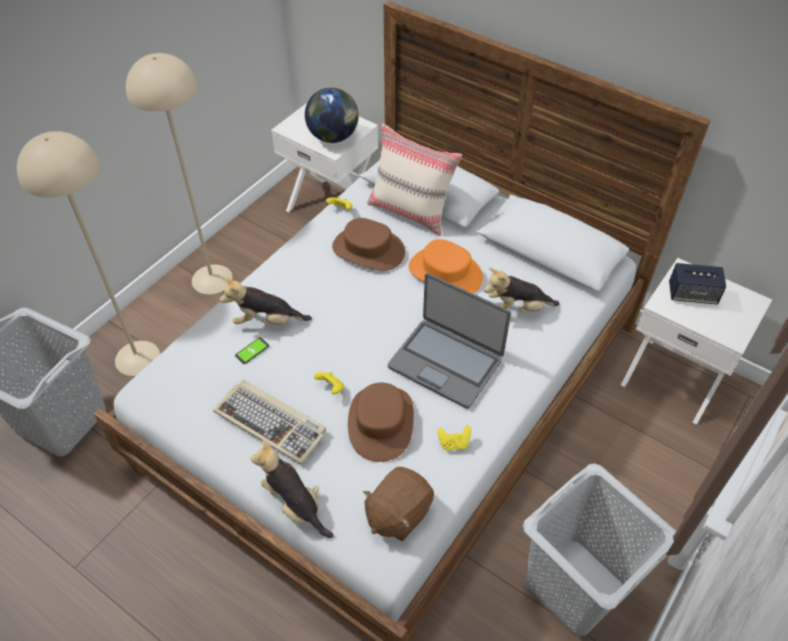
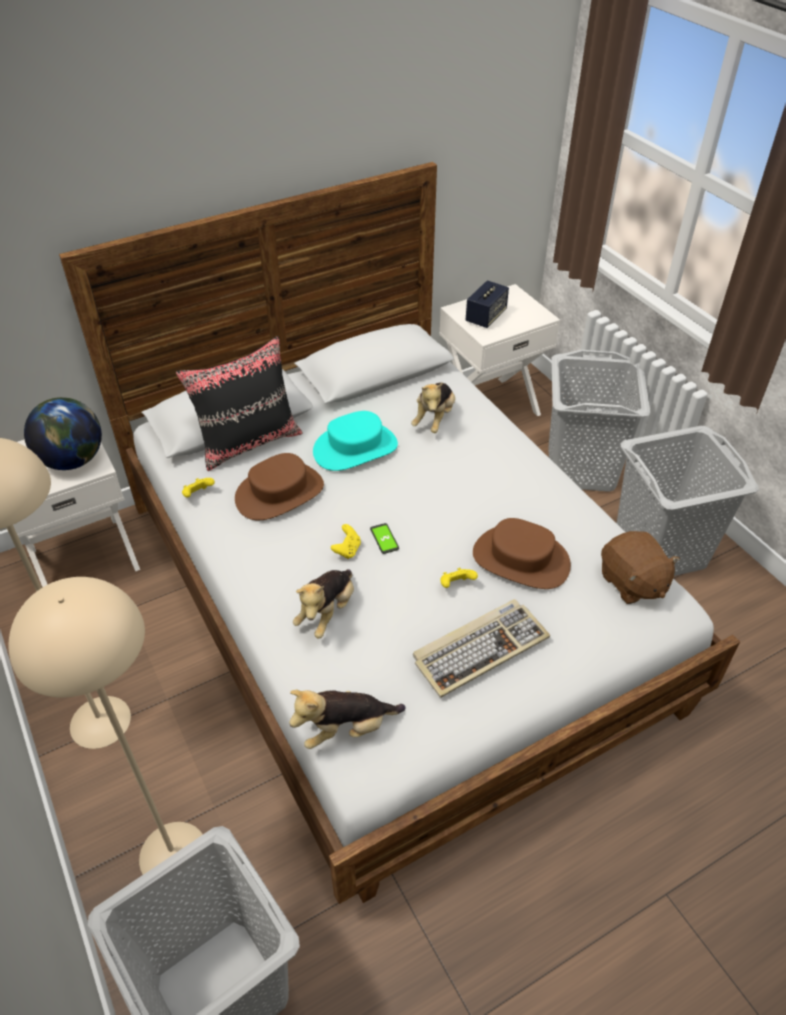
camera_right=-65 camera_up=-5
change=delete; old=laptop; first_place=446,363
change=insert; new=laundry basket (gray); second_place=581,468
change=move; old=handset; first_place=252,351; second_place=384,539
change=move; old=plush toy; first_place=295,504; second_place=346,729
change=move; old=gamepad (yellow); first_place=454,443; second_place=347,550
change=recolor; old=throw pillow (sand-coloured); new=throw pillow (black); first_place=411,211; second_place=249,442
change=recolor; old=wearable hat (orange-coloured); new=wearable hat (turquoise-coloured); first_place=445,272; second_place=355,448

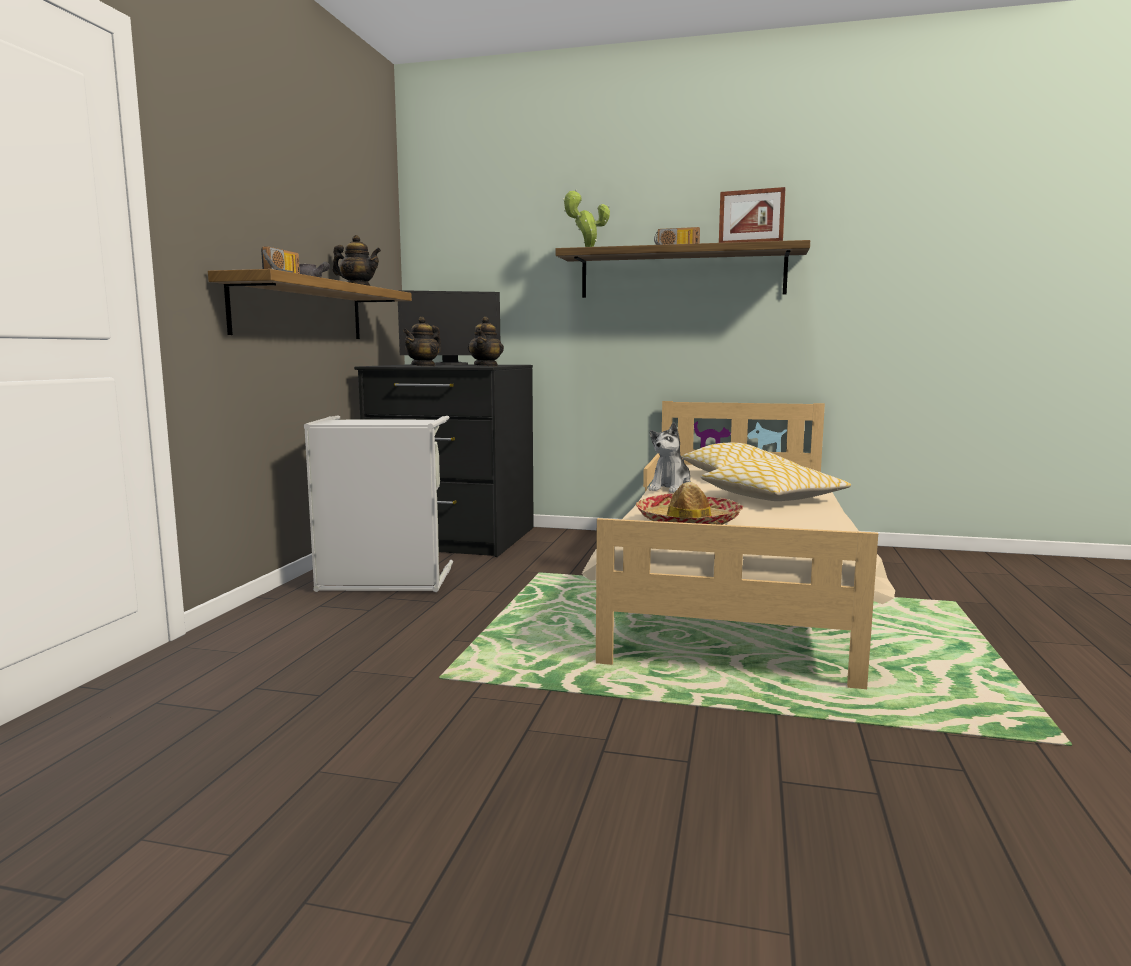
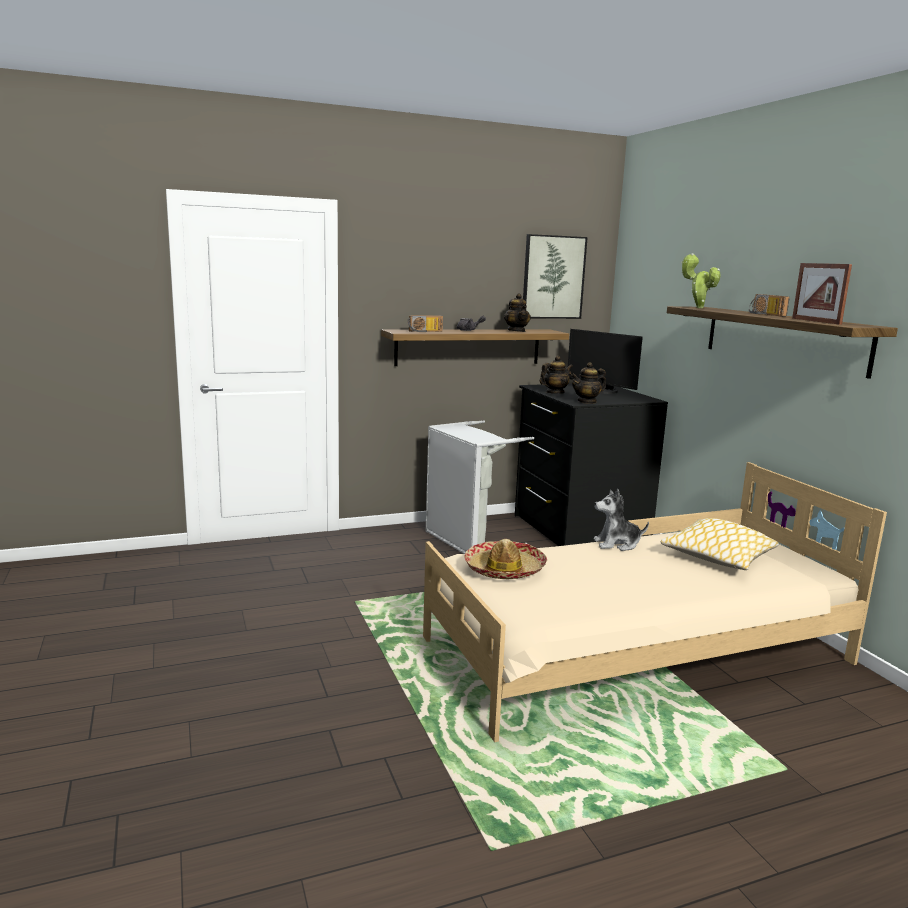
camera_right=55 camera_up=5
change=delete; old=throw pillow; first_place=773,498
change=insert; new=picture; second_place=553,277
change=rotate; old=teapot; first_place=423,366; second_place=554,393; degrees=150

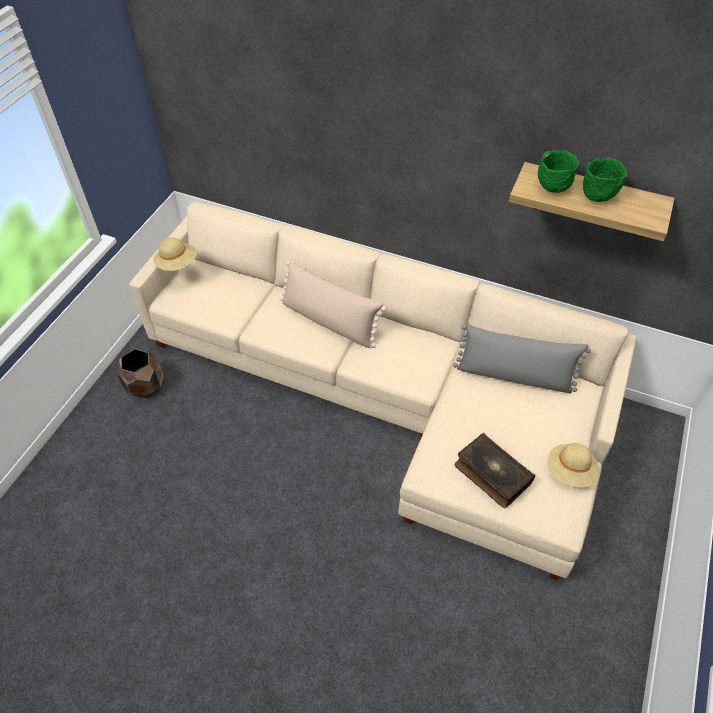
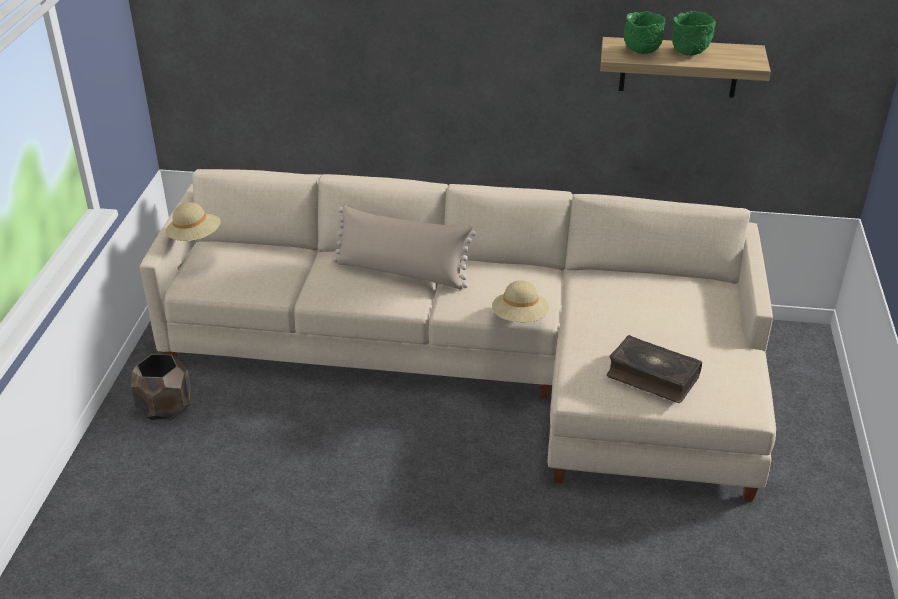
camera_right=-15 camera_up=-15
change=delete; old=throw pillow (gray); first_place=514,375
change=move; old=wearable hat (sand-coloured); first_place=570,472; second_place=520,318

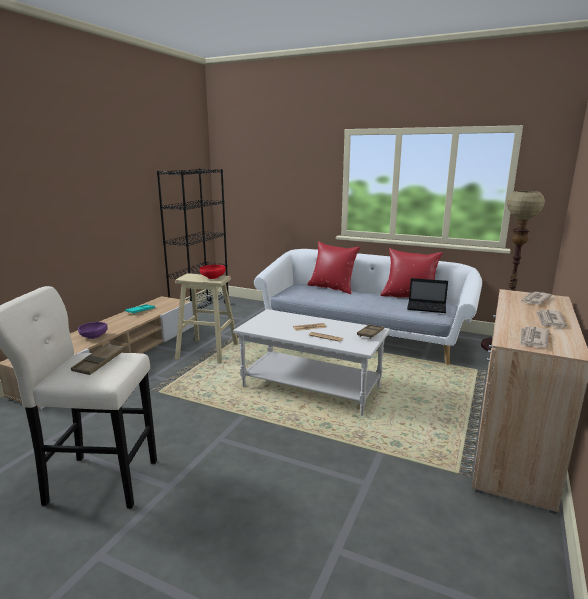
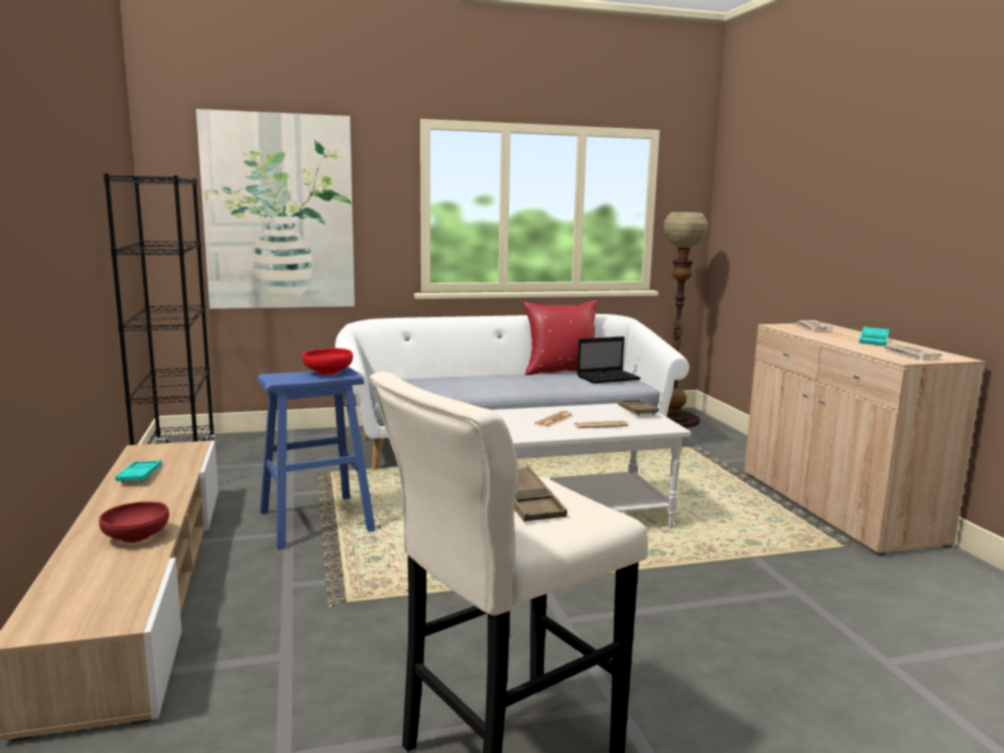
camera_right=-40 camera_up=-5
change=delete; old=throw pillow (reddish); first_place=332,288
change=insert; new=picture; second_place=279,212
change=replace; old=daily paper; new=tray (turquoise-coloured); first_place=549,320; second_place=873,340
change=recolor; old=deep dish (purple-coloured); new=deep dish (reddish); first_place=94,336; second_place=136,537
change=recolor; old=sitting stool (sand-coloured); new=sitting stool (blue); first_place=208,351; second_place=316,521

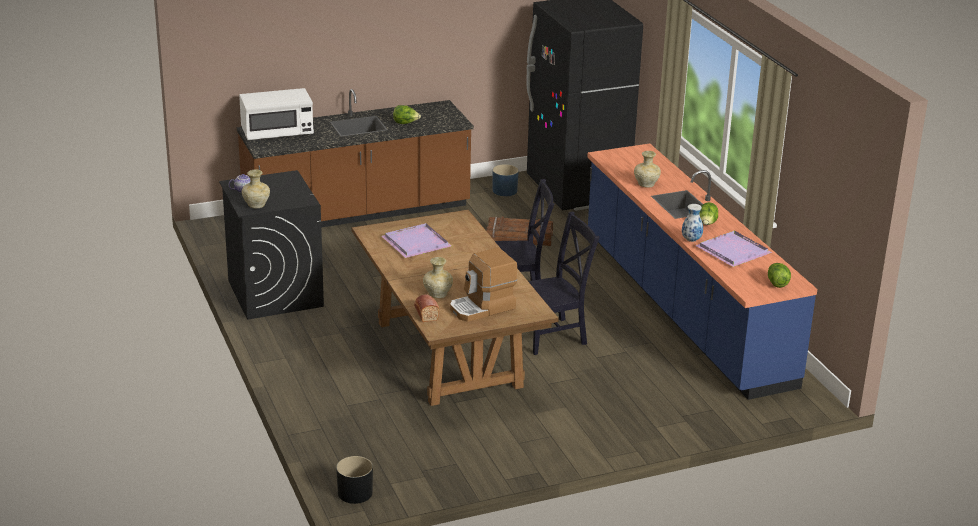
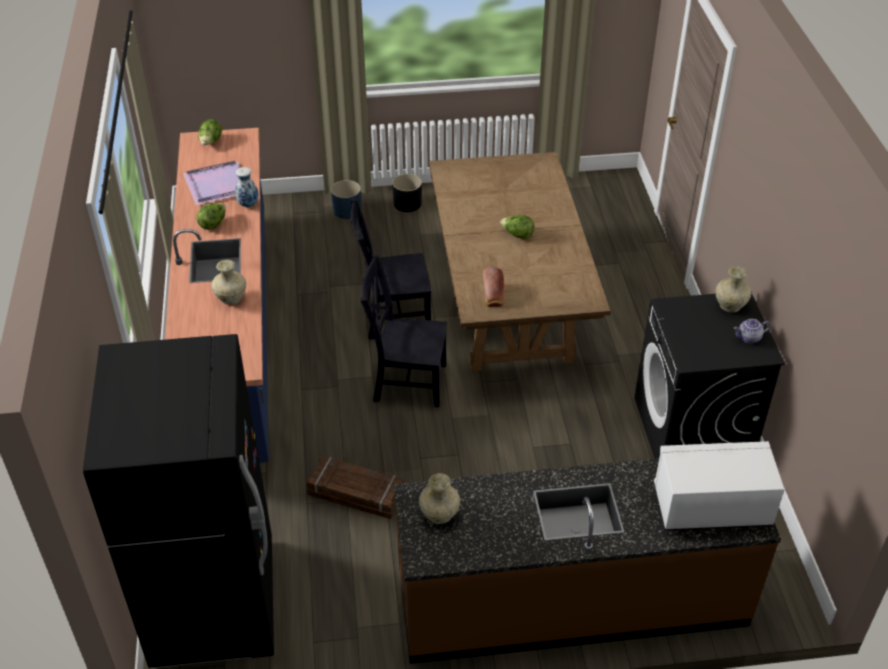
camera_right=-165 camera_up=15
change=delete; old=tray (purple-coloured); first_place=417,243
change=delete; old=coffee machine; first_place=482,308
change=move; old=flower pot (black); first_place=355,493; second_place=407,203
change=move; old=lettuce head; first_place=405,123; second_place=517,235
change=move; old=bread; first_place=425,313; second_place=493,295
change=move; old=decorative vase (sand-coloured); first_place=438,295; second_place=439,514
change=move; old=flower pot (blue); first_place=504,191; second_place=347,210

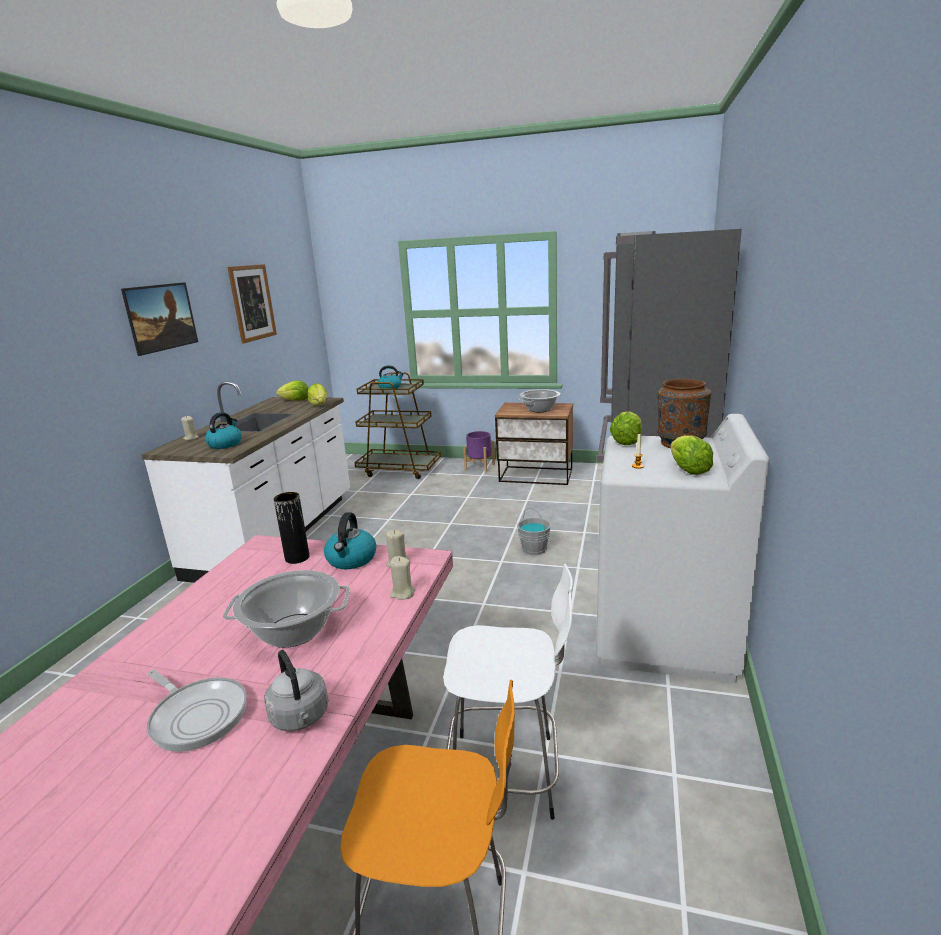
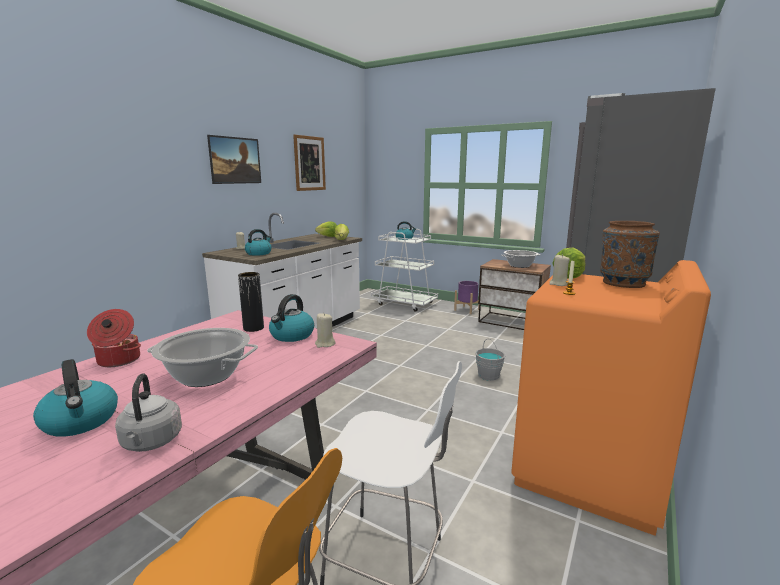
camera_right=15 camera_up=-5
change=delete; old=lettuce head; first_place=687,470
change=insert; new=saucepot; second_place=118,361
change=move; old=wax candle (sand-coloured); first_place=402,593; second_place=558,284
change=replace; old=frying pan; new=kettle; first_place=197,715; second_place=81,422
change=recolor; old=trolley (brown-coloured); new=trolley (white-coloured); first_place=399,470; second_place=404,303
change=recolor; old=laundry machine (white-coloured); new=laundry machine (orange-coloured); first_place=664,635; second_place=588,471

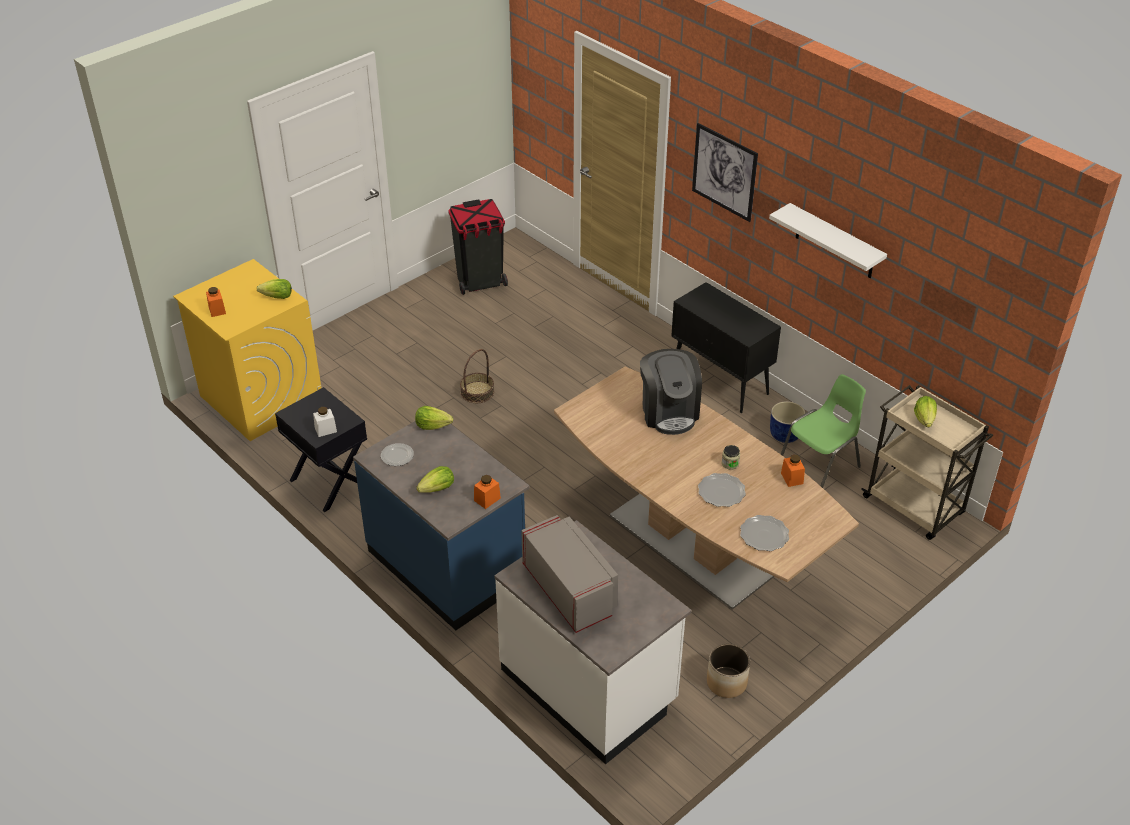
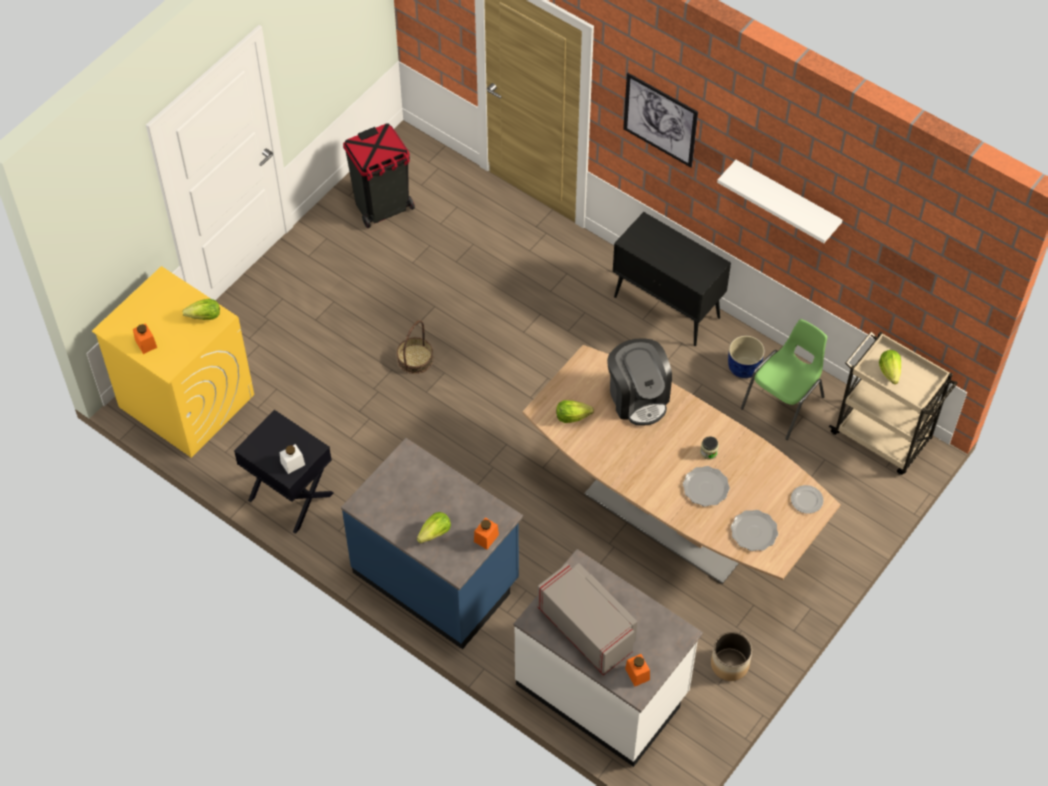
camera_right=-10 camera_up=15
change=move; old=dinner plate; first_place=397,456; second_place=806,500
change=move; old=lettuce head; first_place=432,426; second_place=572,416
change=move; old=storage jar (orange-coloured); first_place=792,478; second_place=637,674

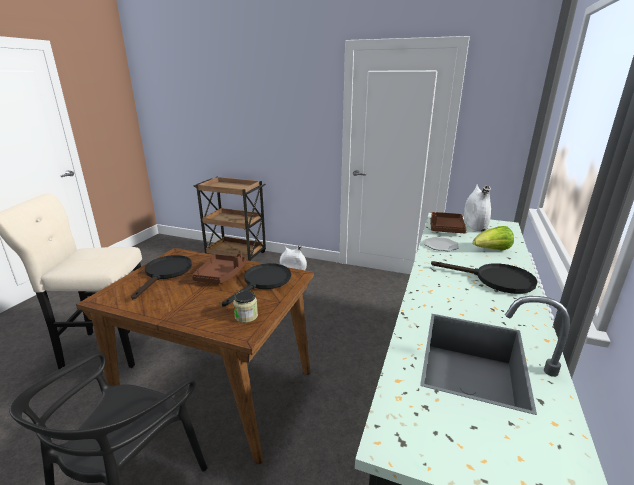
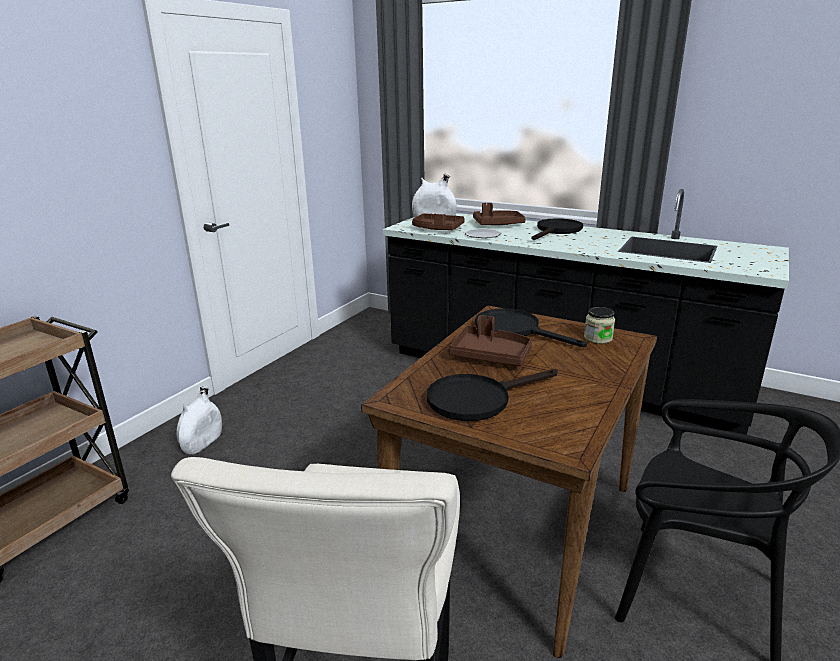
camera_right=-80 camera_up=0
change=replace; old=lettuce head; new=tray (brown-coloured); first_place=491,250; second_place=497,224
change=rotate; old=frying pan (black); first_place=166,273; second_place=478,399; degrees=-45

